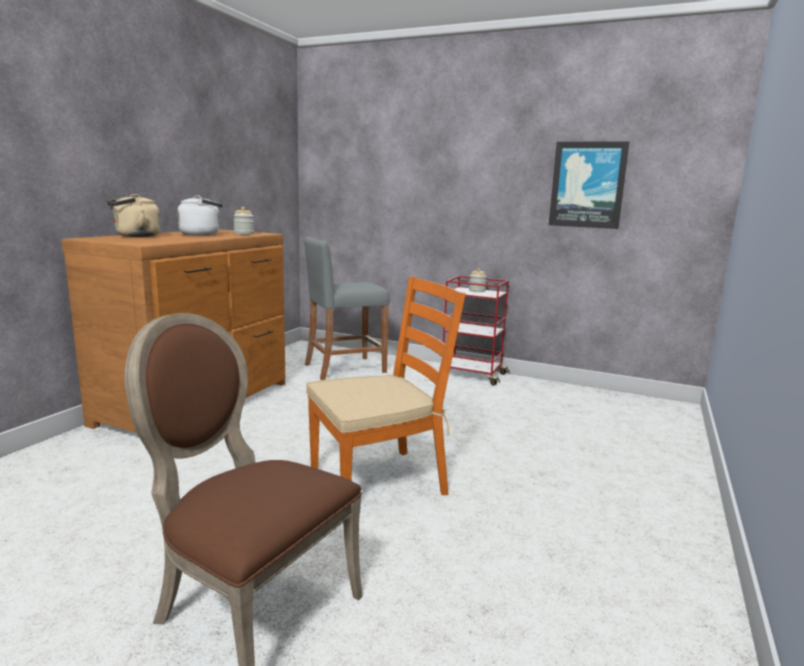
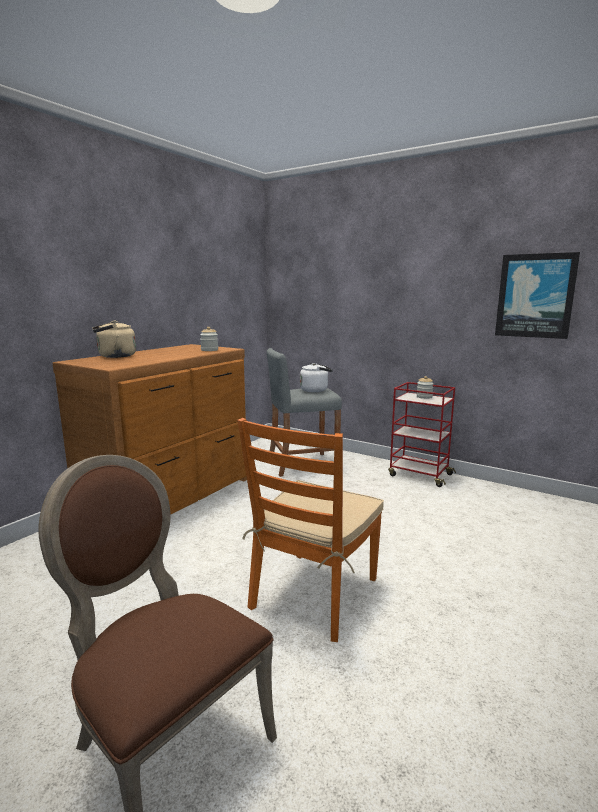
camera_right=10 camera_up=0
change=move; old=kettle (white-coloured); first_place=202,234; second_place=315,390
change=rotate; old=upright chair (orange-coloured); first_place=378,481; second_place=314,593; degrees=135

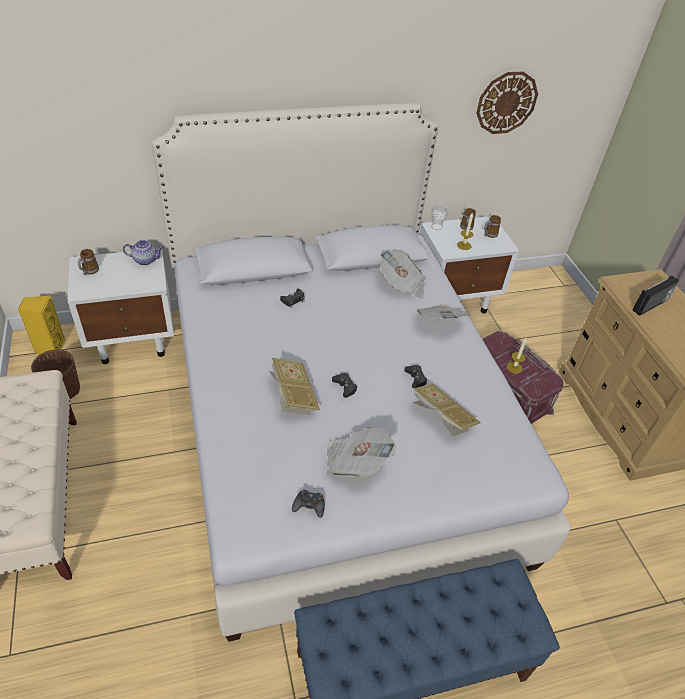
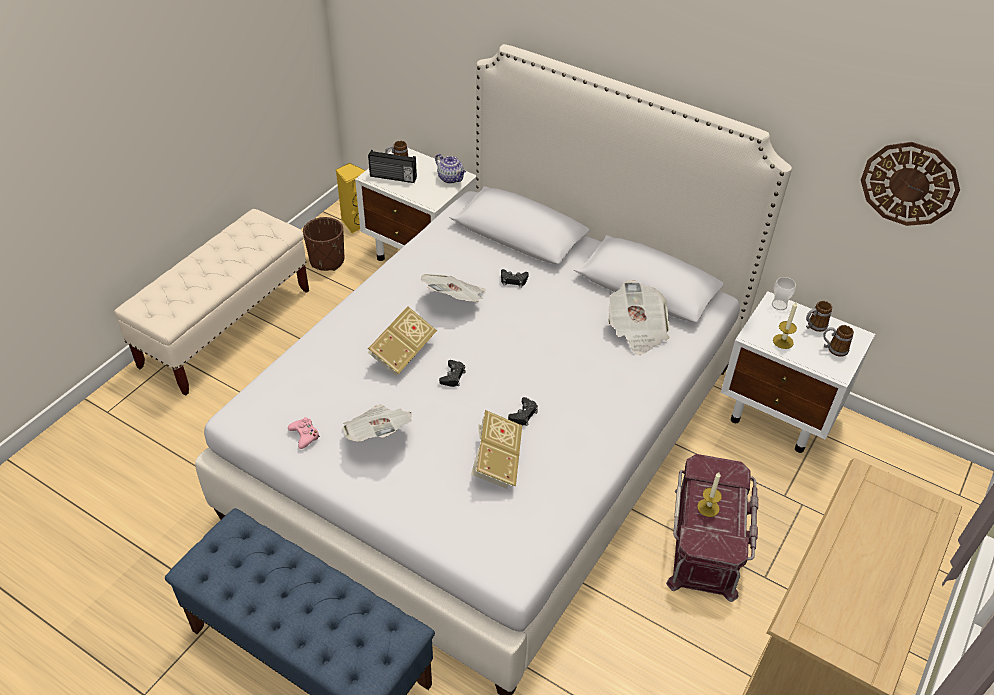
camera_right=50 camera_up=0
change=move; old=daily paper; first_place=439,322; second_place=455,300
change=move; old=radio receiver; first_place=651,305; second_place=393,177
change=recolor; old=gamepad (black); new=gamepad (pink); first_place=309,506; second_place=304,435

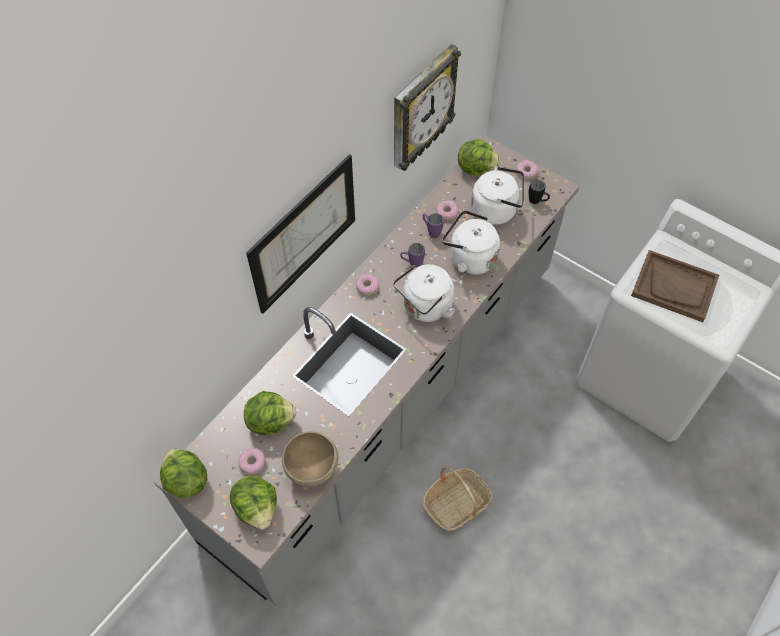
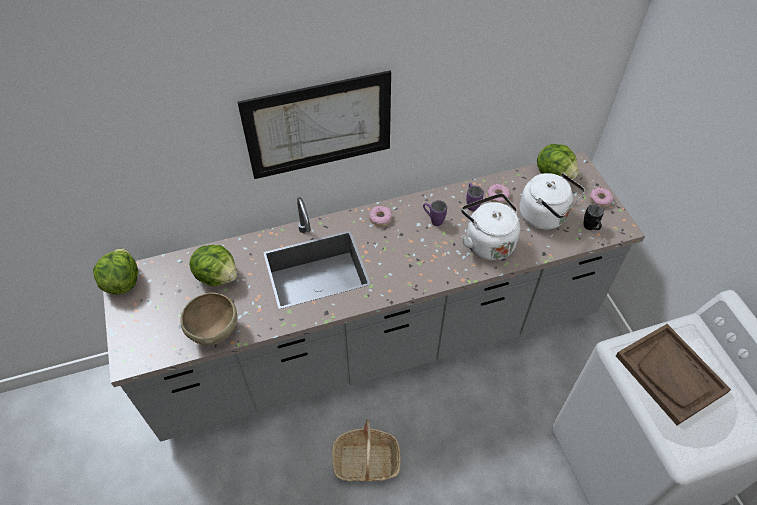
camera_right=35 camera_up=-5
change=delete; old=lettuce head; first_place=257,508
change=delete; old=ring doughnut; first_place=252,462
change=delete; old=kettle (white-coloured); first_place=425,307
change=delete; old=hanging clock; first_place=421,110

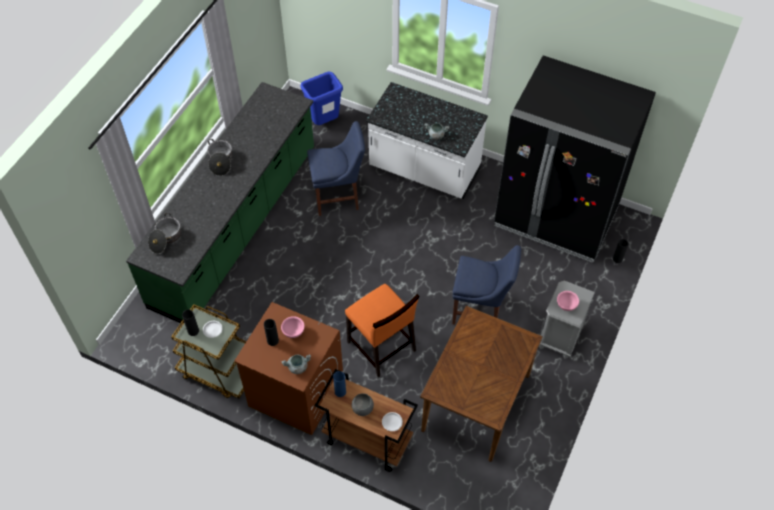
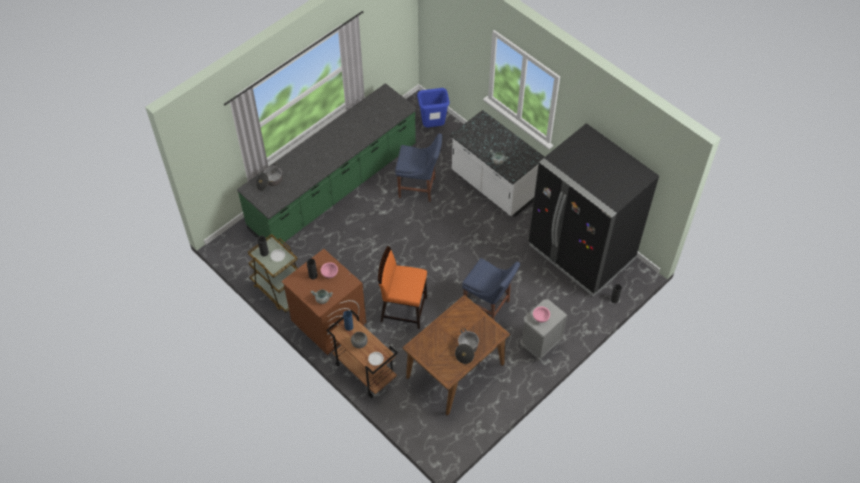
camera_right=20 camera_up=0
change=move; old=saucepot; first_place=221,161; second_place=466,349
change=rotate; old=upright chair (orange-coloured); first_place=381,347; second_place=403,309; degrees=120

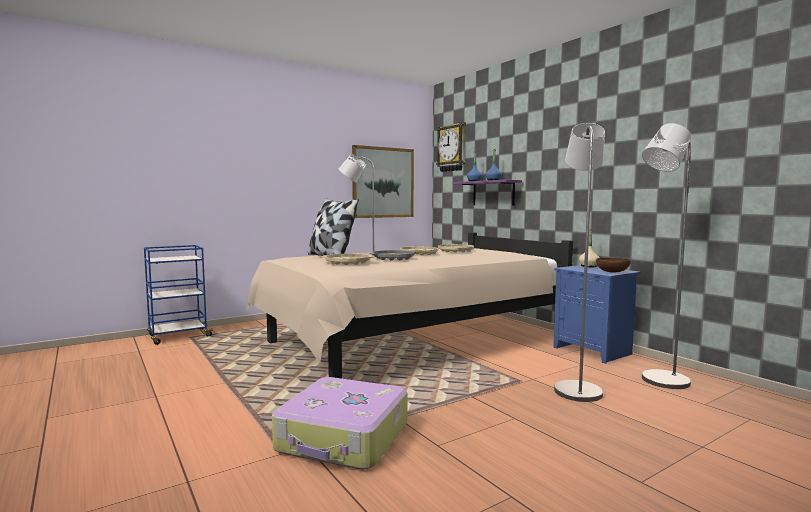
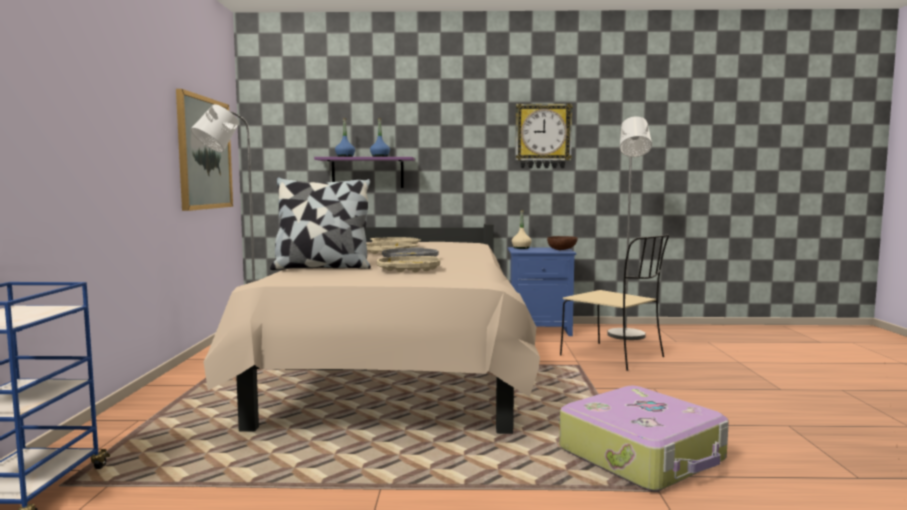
camera_right=-55 camera_up=0
change=move; old=hanging clock; first_place=452,148; second_place=543,136
change=replace; old=standing lamp (gray); new=upright chair (sand-coloured); first_place=576,388; second_place=614,357

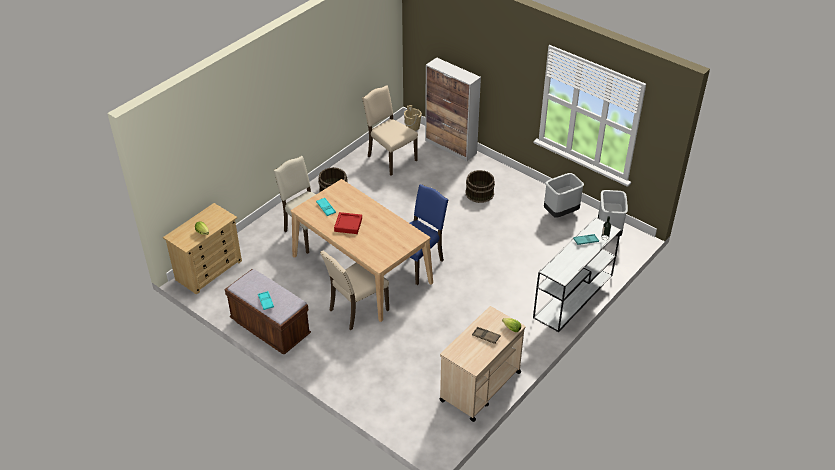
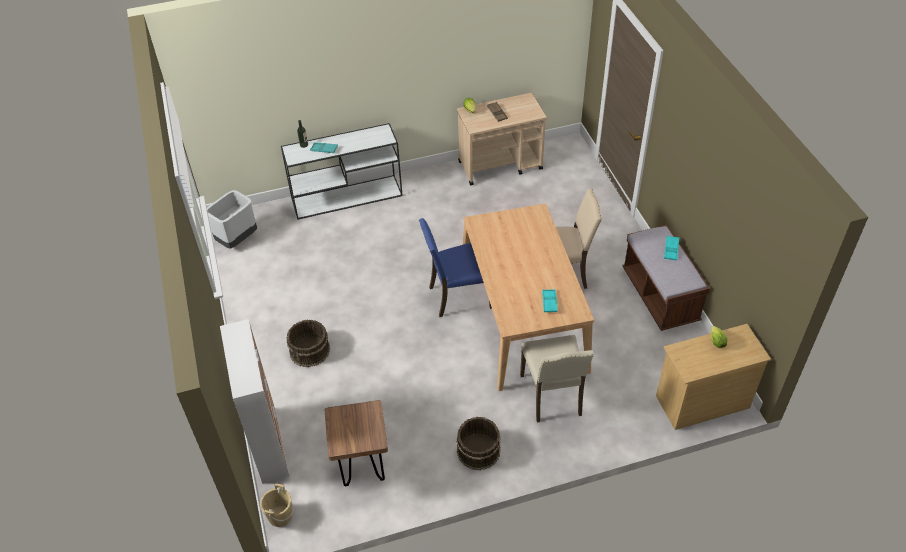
camera_right=-145 camera_up=5
change=delete; old=tray (reddish); first_place=348,225
change=delete; old=rubbish bin (gray); first_place=560,213
change=replace; old=upright chair (sand-coloured); new=sitting stool (brown-coloured); first_place=390,158; second_place=362,468

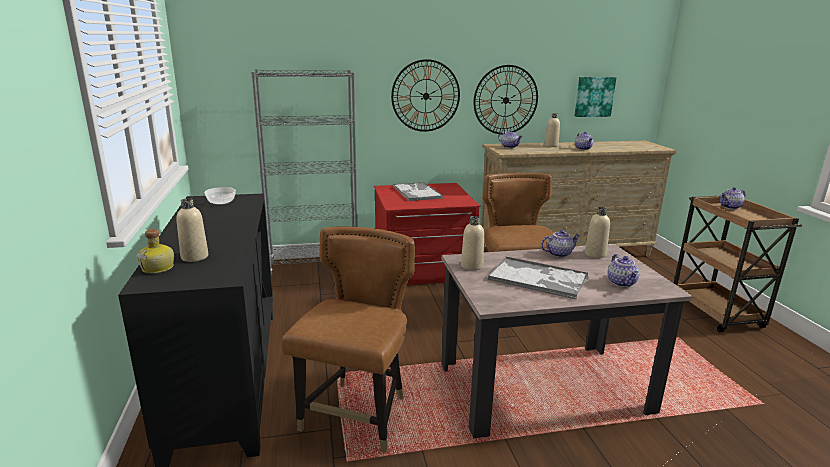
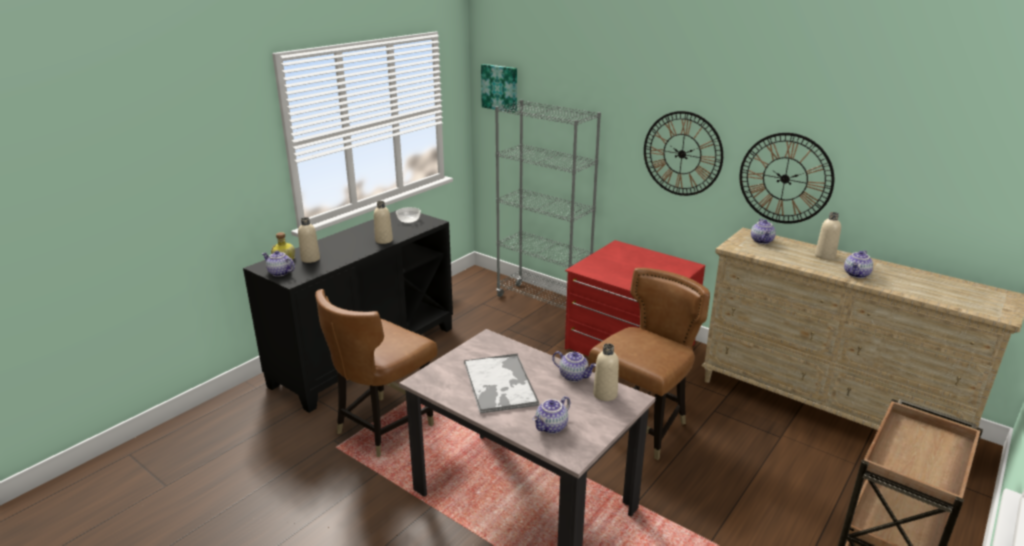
camera_right=50 camera_up=5
change=delete; old=tray; first_place=416,192
change=move; old=bottle (sand-coloured); first_place=471,266; second_place=384,240
change=move; old=picture; first_place=594,96; second_place=500,87
change=move; old=teapot; first_place=730,207; second_place=279,273
change=rotate; old=upright chair (brown-coloured); first_place=357,415; second_place=383,426; degrees=150

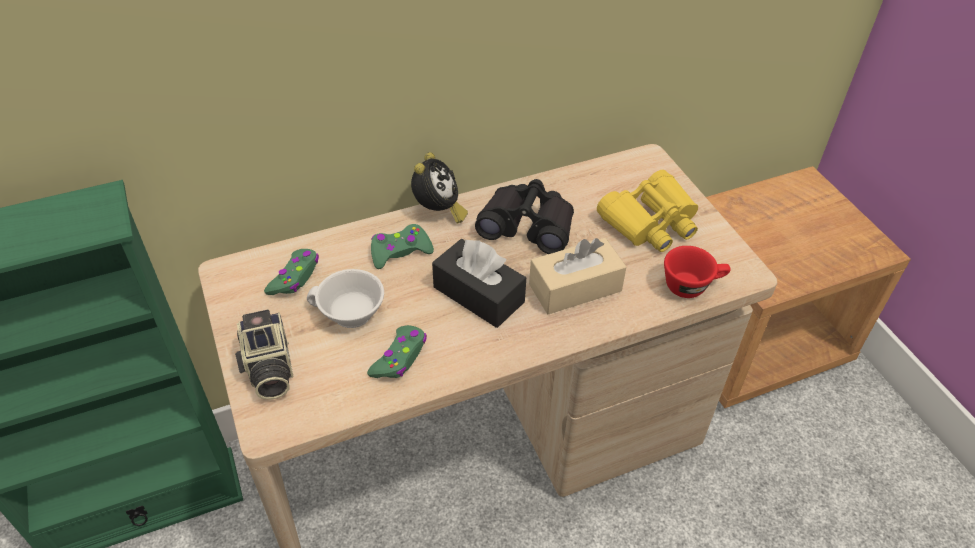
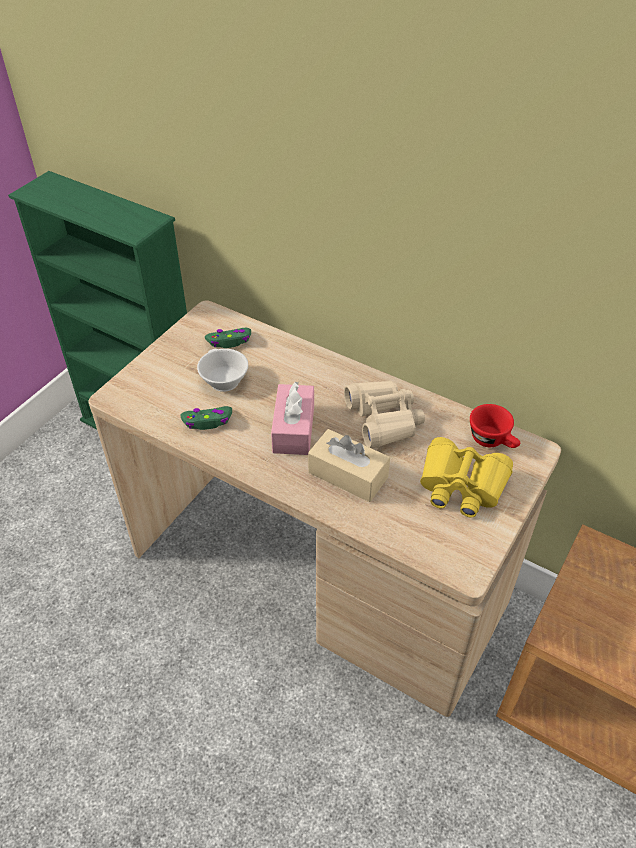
camera_right=55 camera_up=0
change=delete; old=photo camera; first_place=268,369
change=delete; old=gamepad (green-coloured); first_place=400,252
change=delete; old=bedside clock; first_place=438,211
change=move; old=drinking cup (reddish); first_place=692,285; second_place=493,441
change=recolor; old=tissue holder (black); new=tissue holder (pink); first_place=478,294; second_place=293,429
change=recolor; old=binoculars (black); new=binoculars (sand-coloured); first_place=528,226; second_place=383,420

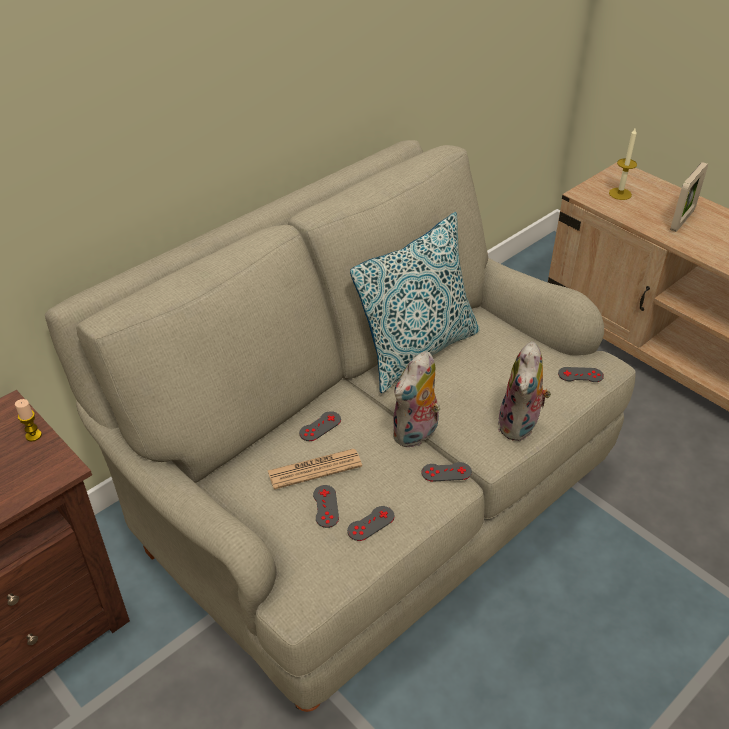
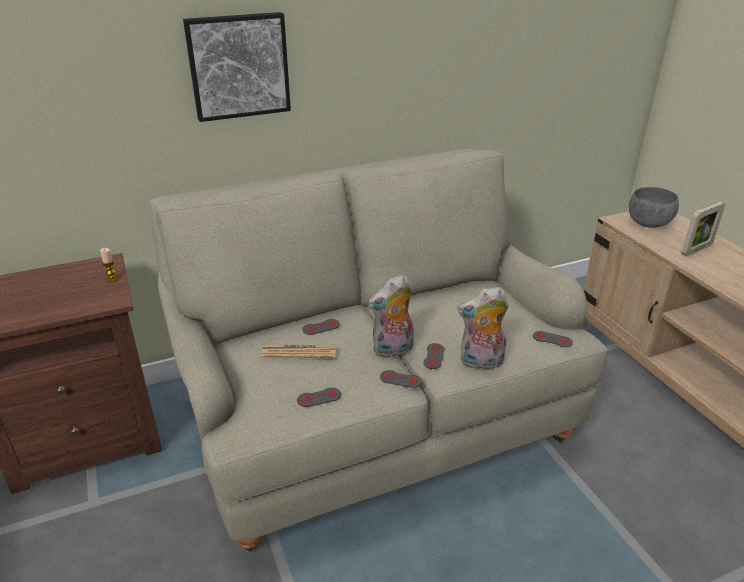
camera_right=20 camera_up=-10
change=delete; old=throw pillow; first_place=417,351
change=insert; new=picture; second_place=238,66
change=move; old=gamepad (gray); first_place=325,506; second_place=434,356
change=replace; old=wax candle; new=deep dish (gray); first_place=620,194; second_place=648,224
change=rotate; old=plush toy; first_place=520,425; second_place=481,362; degrees=45

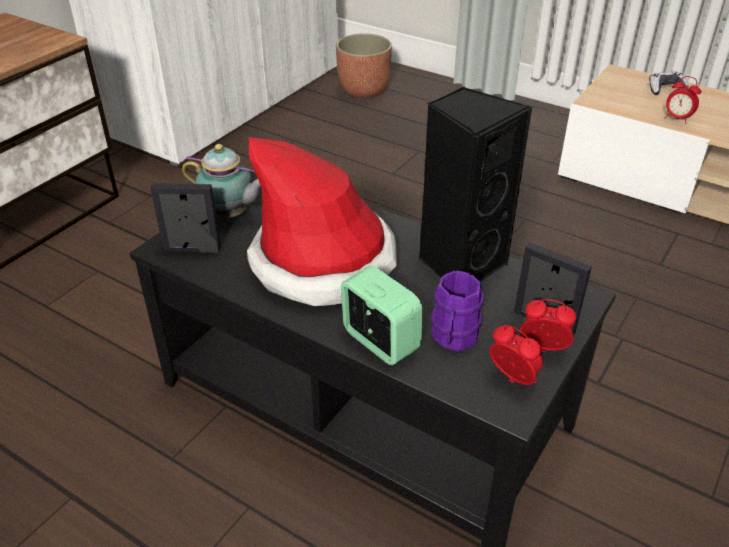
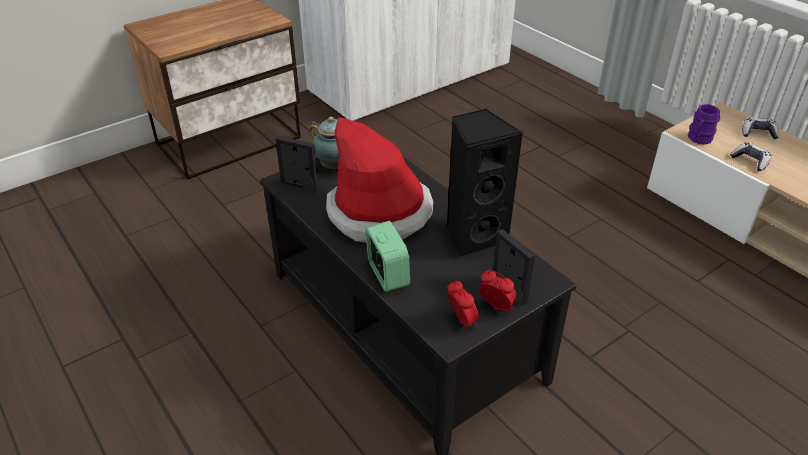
camera_right=20 camera_up=0
change=delete; old=flower pot; first_place=364,90
change=move; old=coffee mug (purple-coloured); first_place=453,338; second_place=698,139
change=replace; old=bedside clock; new=gamepad; first_place=677,119; second_place=750,161

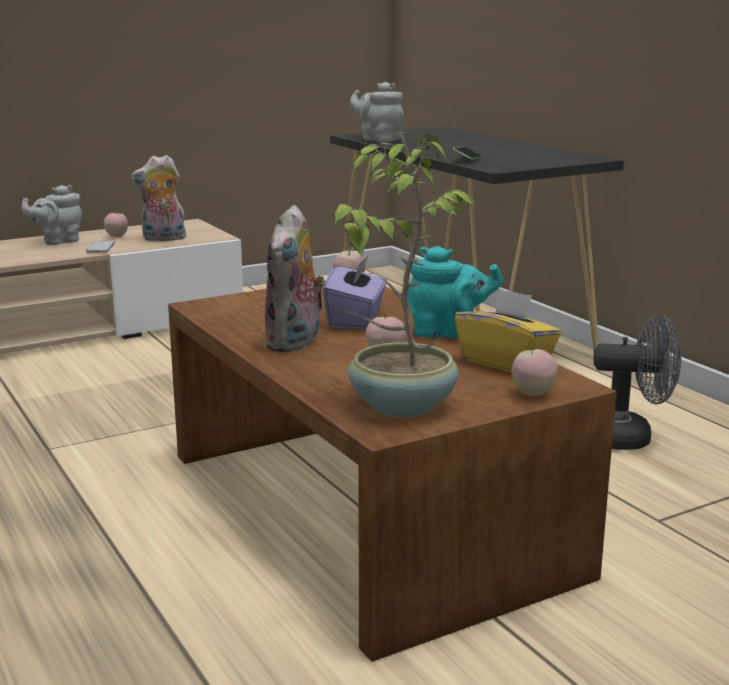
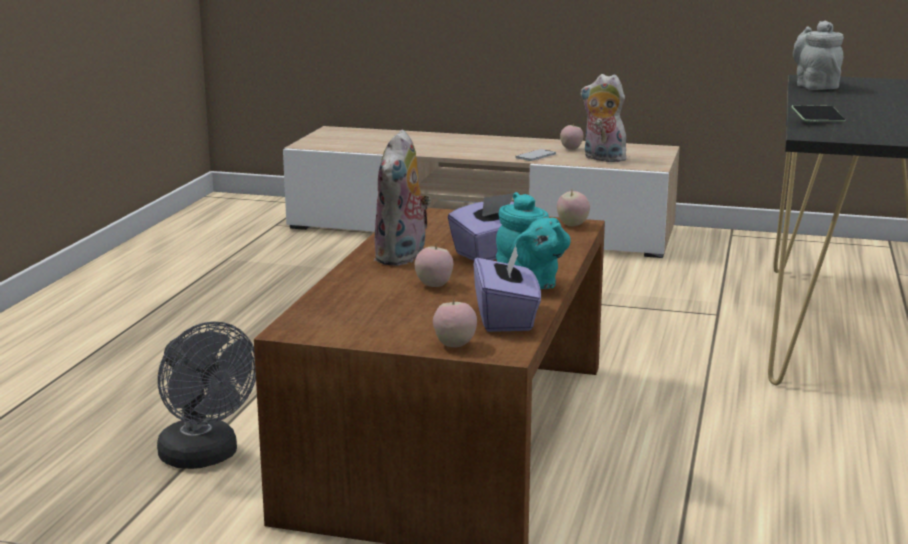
camera_right=45 camera_up=0
change=delete; old=teapot (gray); first_place=58,241
change=delete; old=houseplant; first_place=399,405
change=move; old=cooling fan (gray); first_place=629,438; second_place=205,457
change=recolor; old=tissue holder (yellow); new=tissue holder (purple-coloured); first_place=506,362; second_place=506,318
change=rotate; old=plush toy; first_place=295,343; second_place=403,257; degrees=-45

